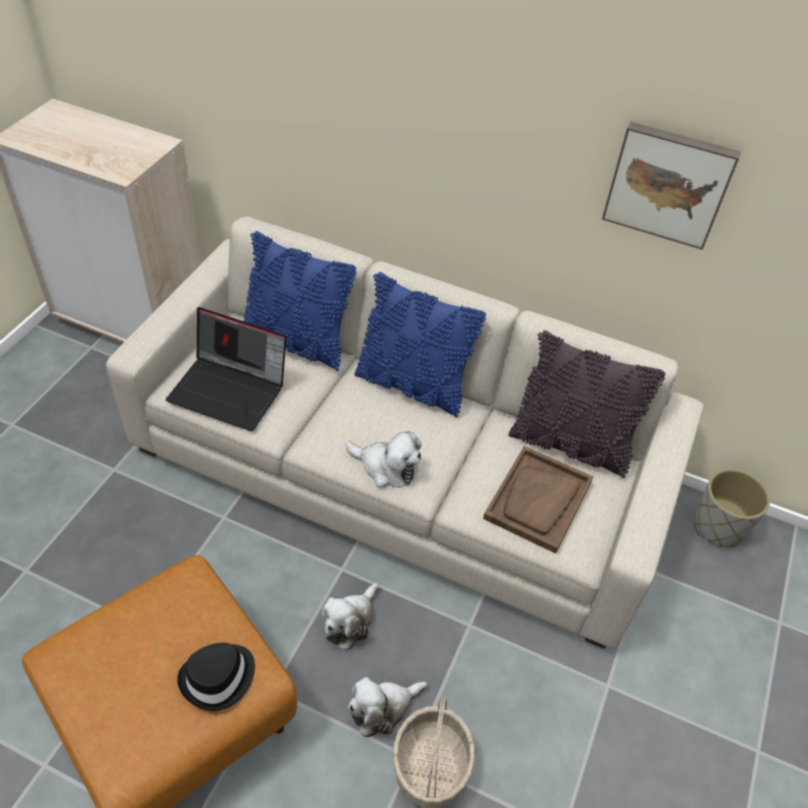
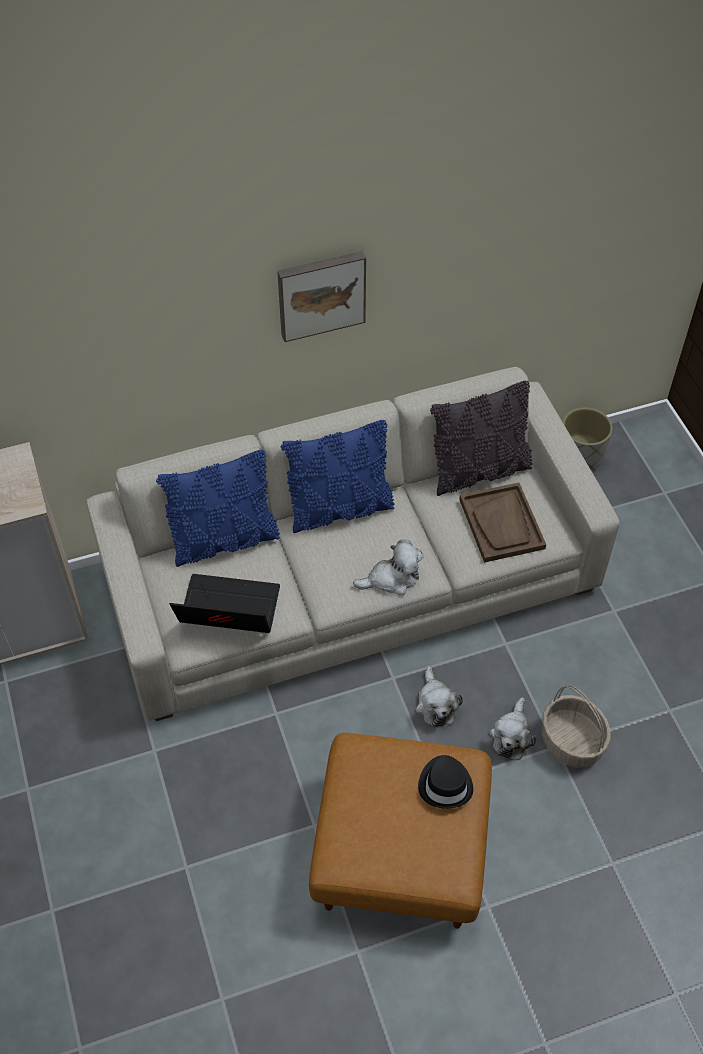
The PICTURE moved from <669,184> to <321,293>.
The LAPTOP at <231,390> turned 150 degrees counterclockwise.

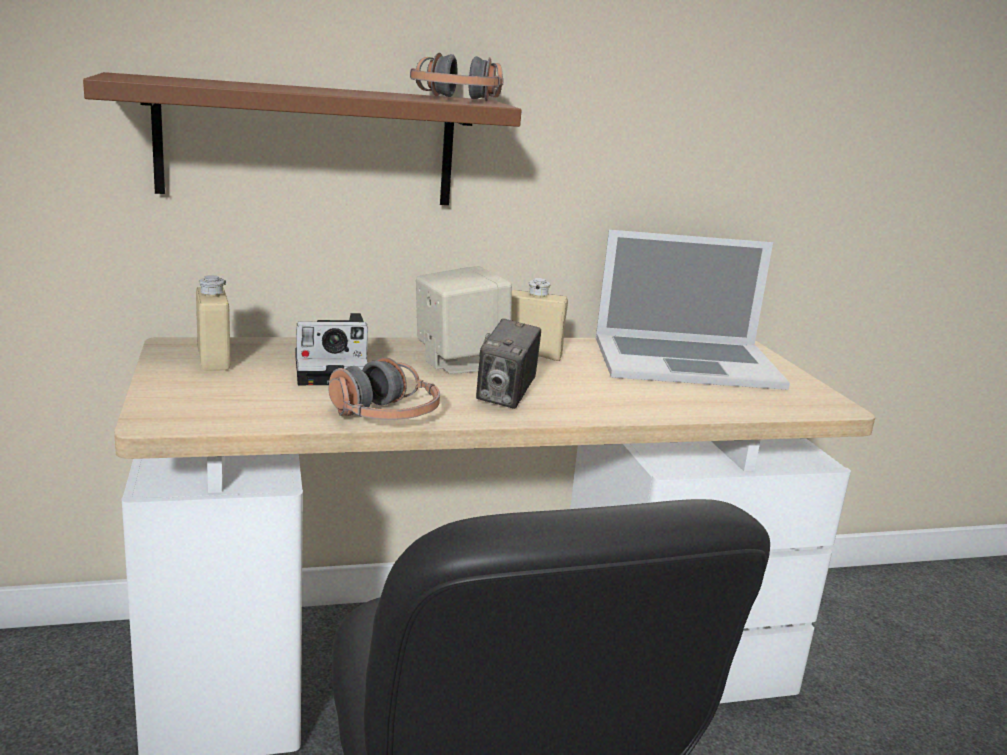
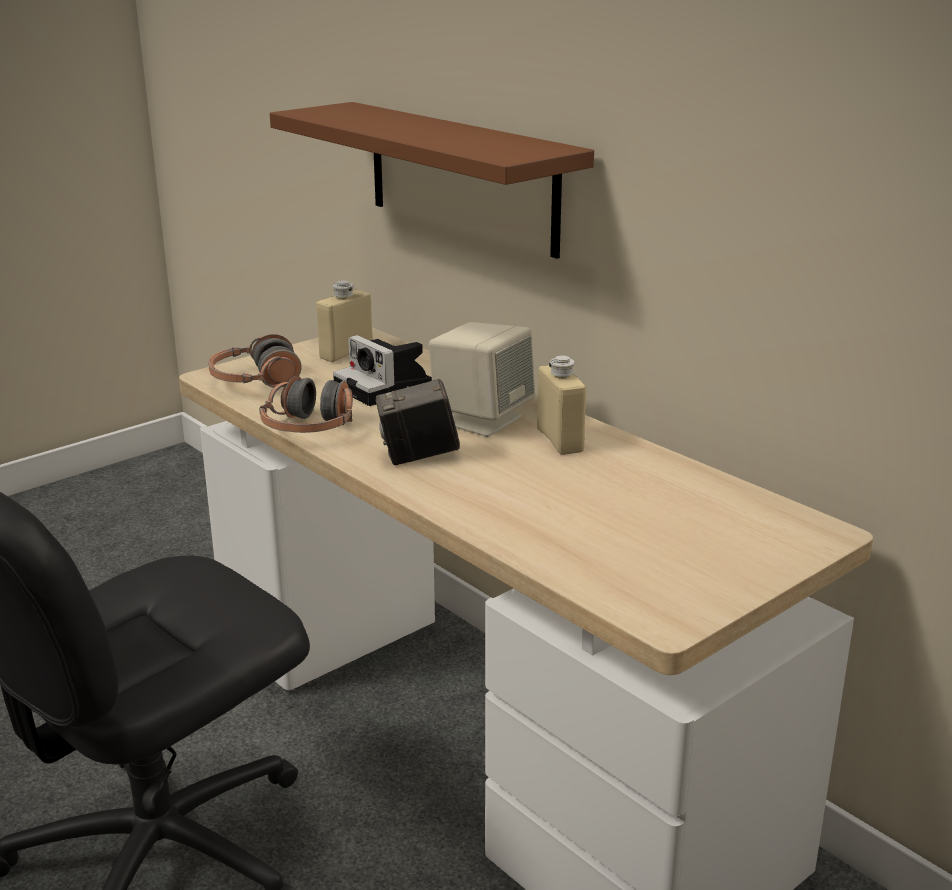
The HEADPHONES moved from <456,99> to <255,381>.
The LAPTOP at <686,362> disappeared.

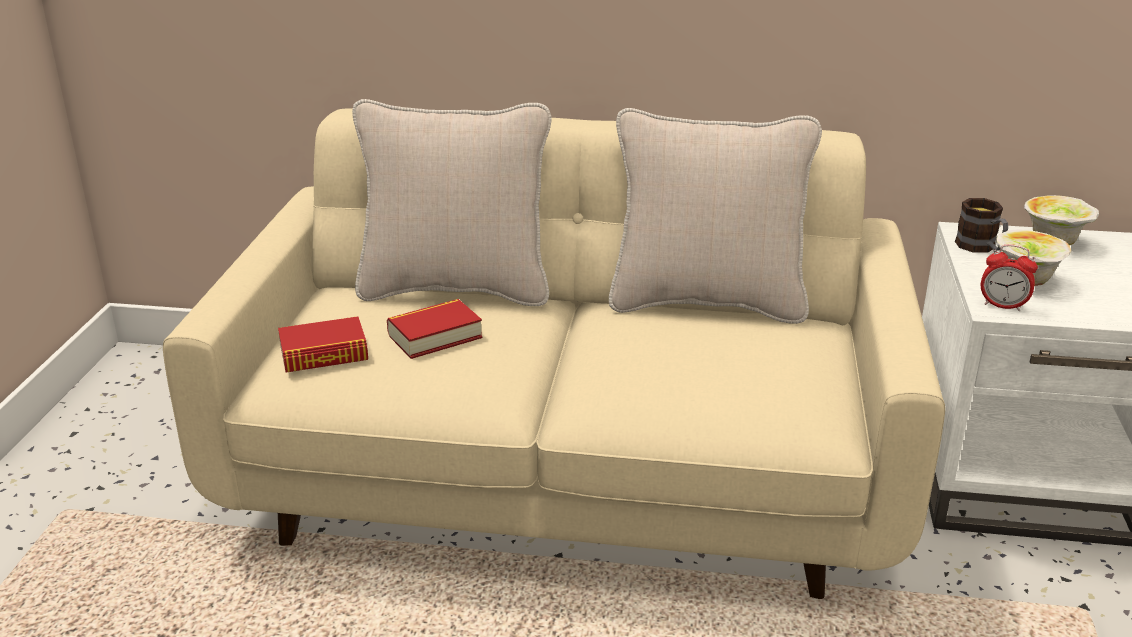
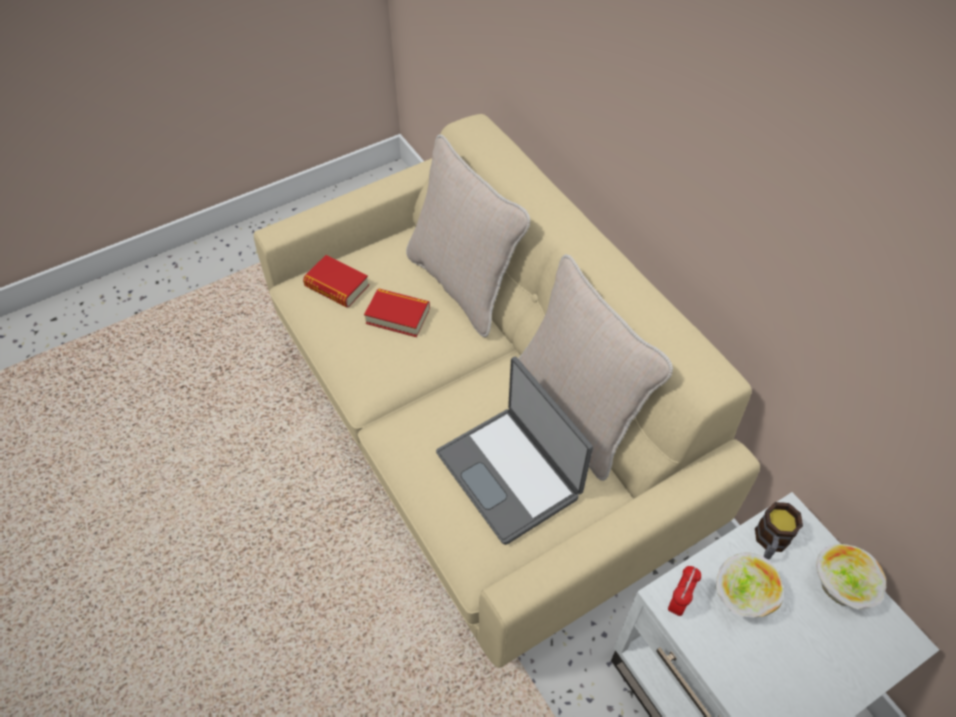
The ALARM CLOCK at <1002,306> turned 45 degrees clockwise.
The LAPTOP at <510,473> appeared.

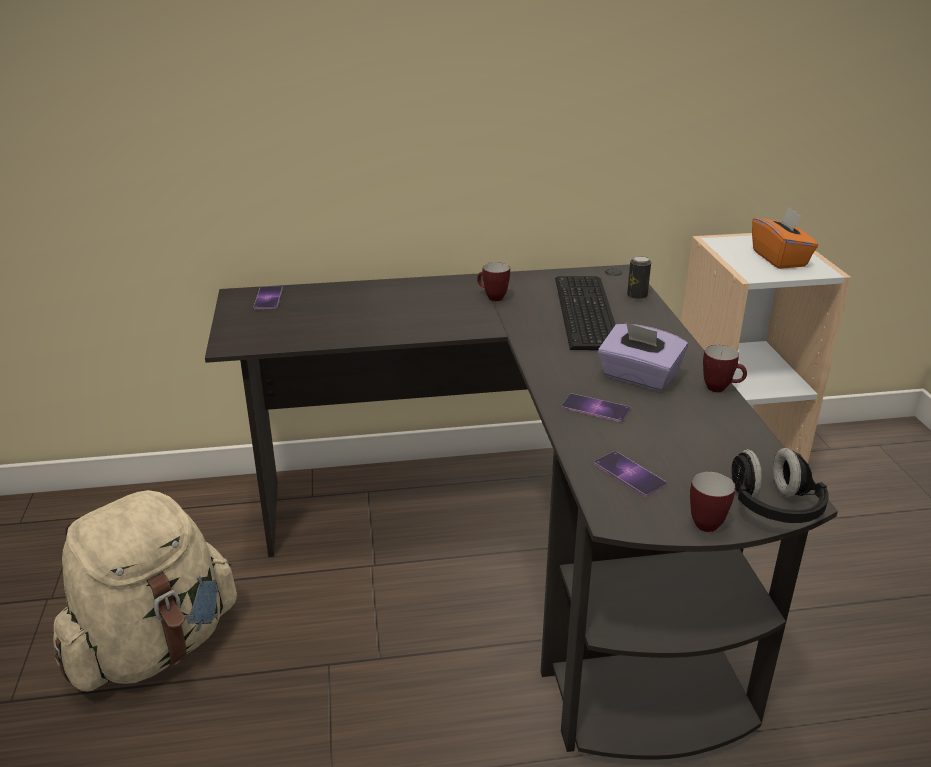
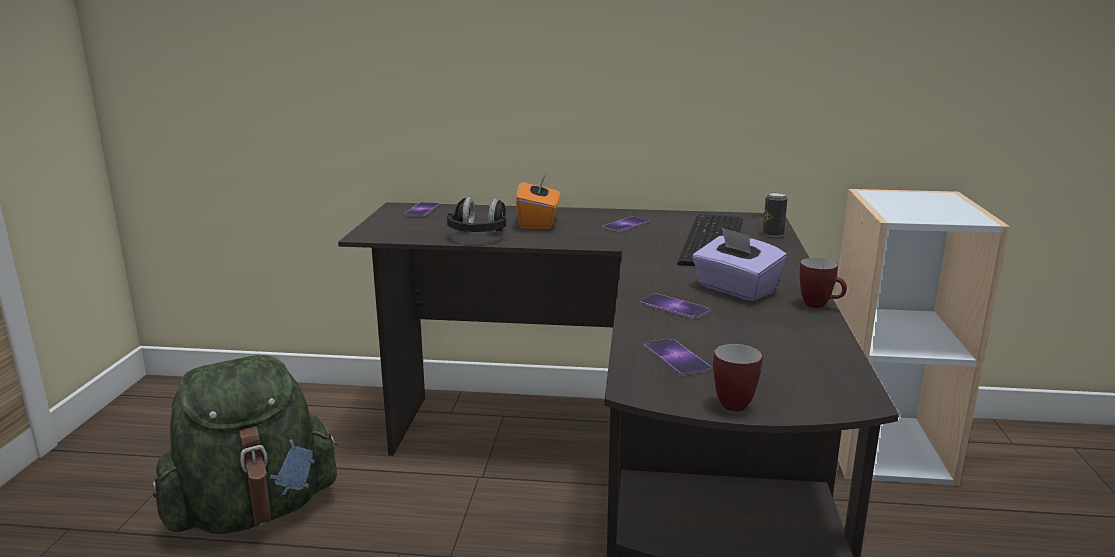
The ORANGE TISSUE BOX moved from <780,259> to <538,222>.
The MUG at <492,297> was replaced by the PHONE at <625,225>.
The BLACK HEADPHONES moved from <773,507> to <479,235>.
The BEIGE BACKPACK at <155,647> became the GREEN BACKPACK at <254,511>.

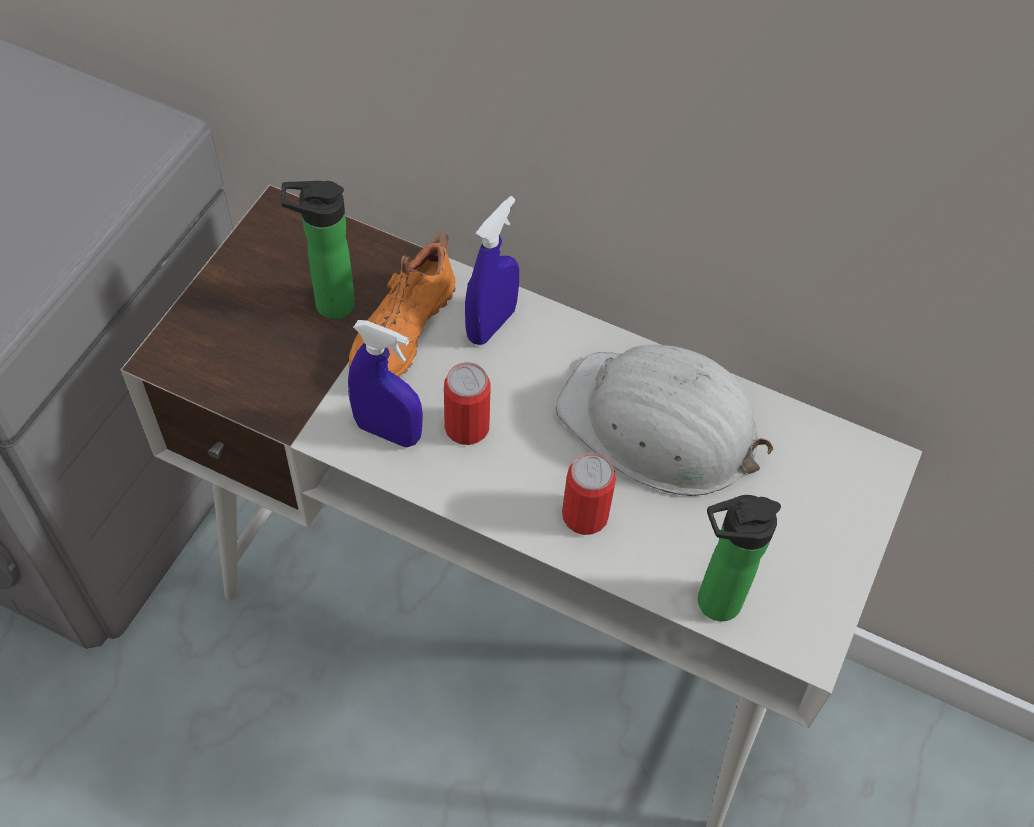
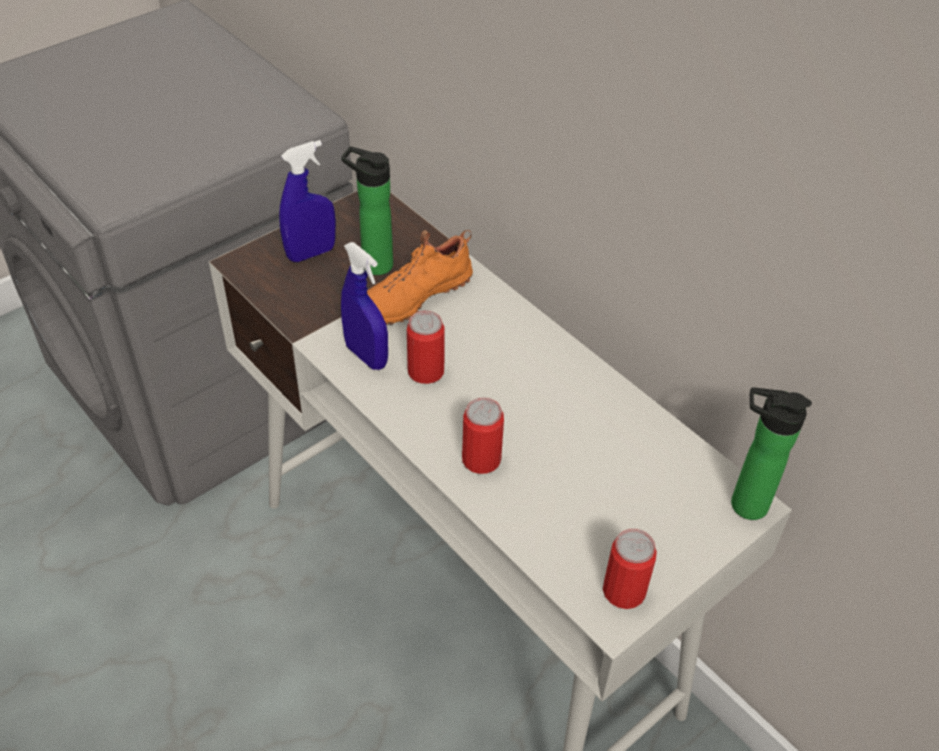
The BLUE SPRAY BOTTLE moved from <491,324> to <311,253>.
The WHITE HARD HAT at <660,426> disappeared.
The BOTTLE moved from <712,603> to <742,504>.
The CAN at <624,591> appeared.

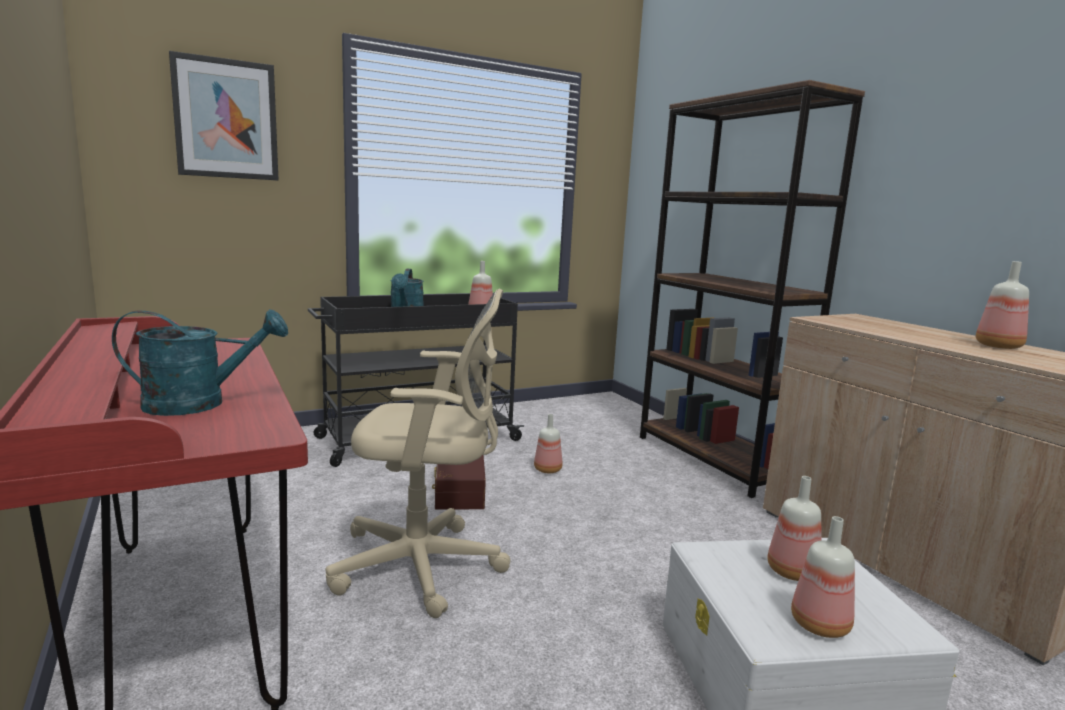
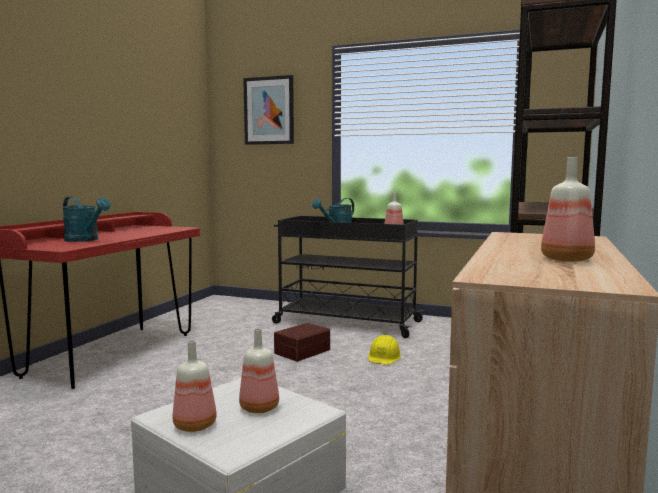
The BEIGE OFFICE CHAIR at <425,566> disappeared.
The BOTTLE at <548,469> was replaced by the YELLOW HARD HAT at <384,357>.

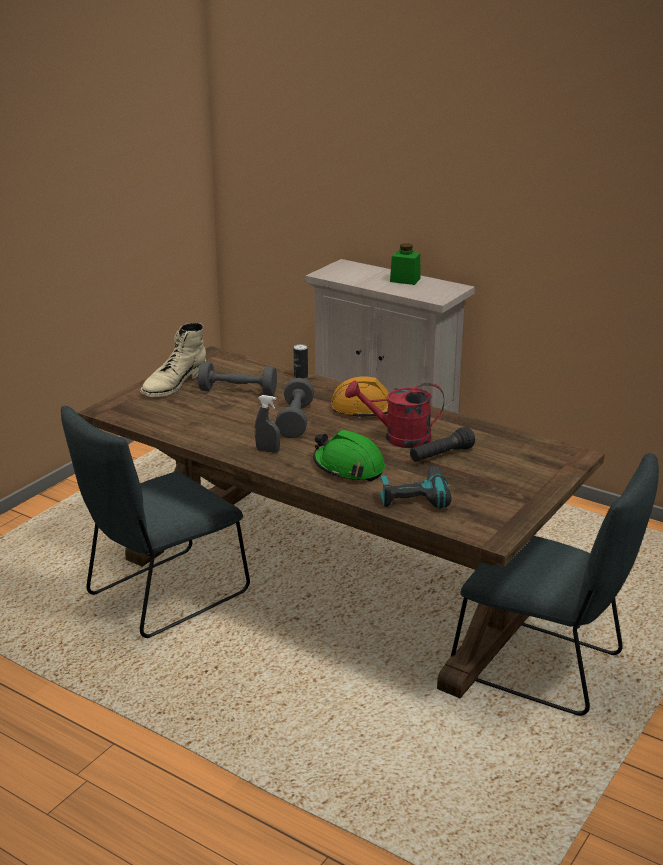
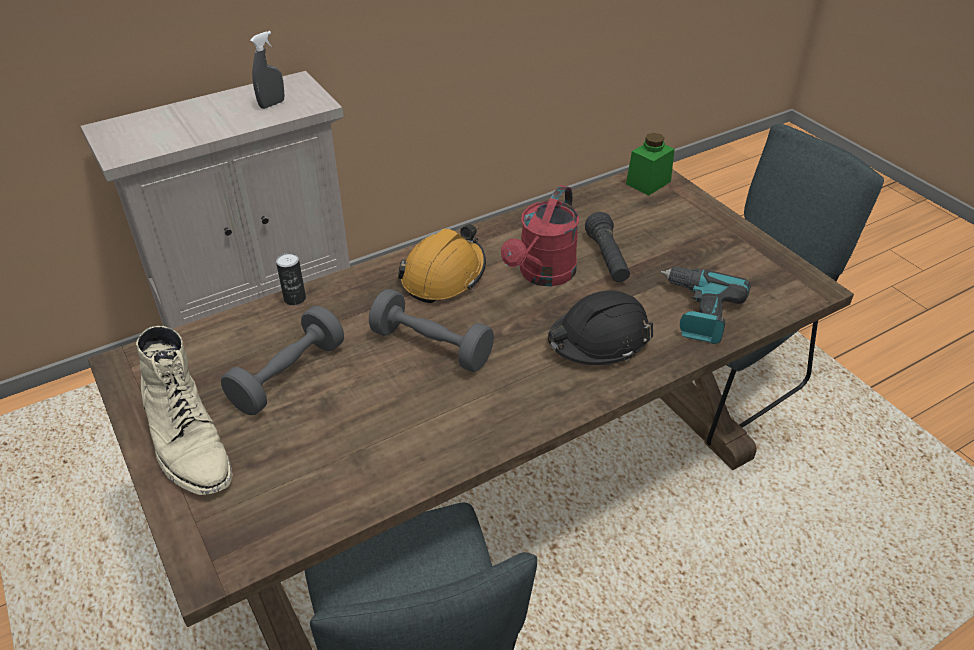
The GREEN JAR moved from <405,280> to <648,183>.
The GREY SPRAY BOTTLE moved from <267,451> to <272,104>.
The GREEN HARD HAT at <348,467> became the BLACK HARD HAT at <598,340>.

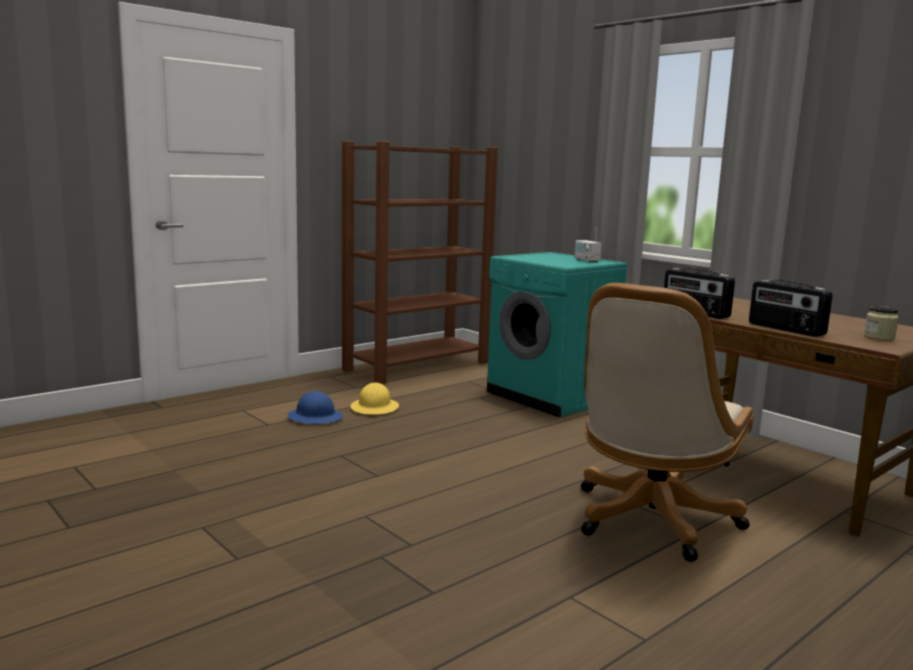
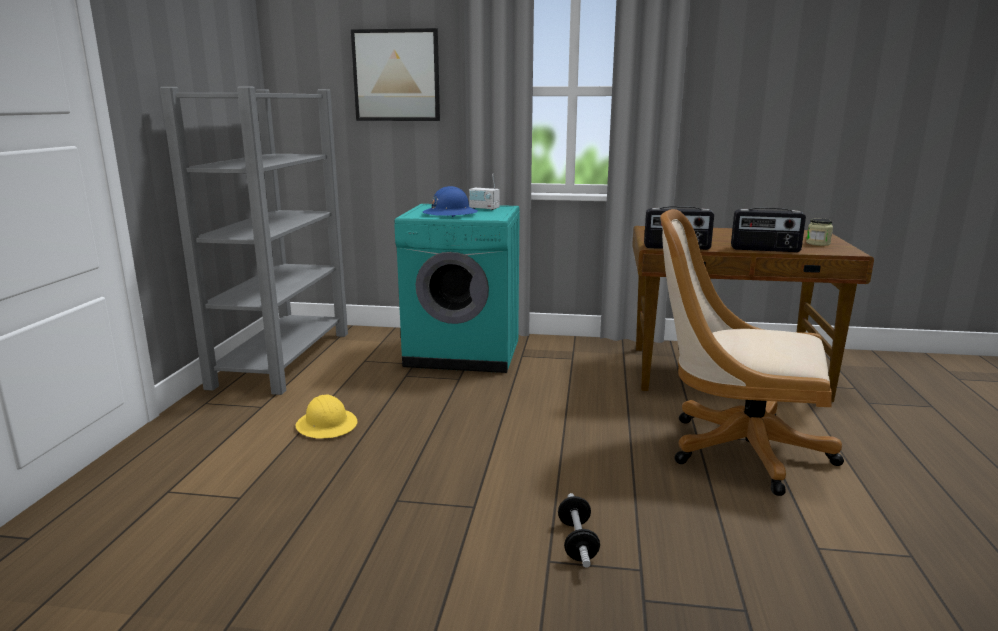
The BROWN BOOKCASE at <417,366> became the GREY BOOKCASE at <283,359>.
The OFFICE CHAIR at <650,523> turned 120 degrees clockwise.
The BLUE HARD HAT moved from <315,417> to <450,213>.
The PICTURE at <396,75> appeared.
The DUMBBELL at <577,542> appeared.

